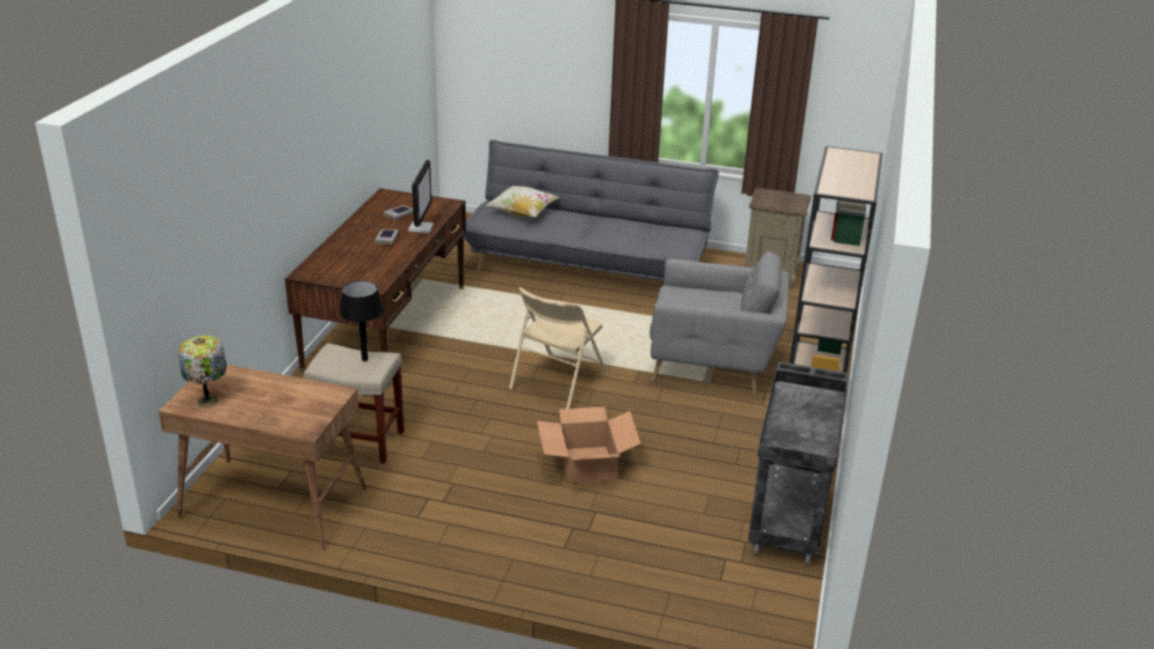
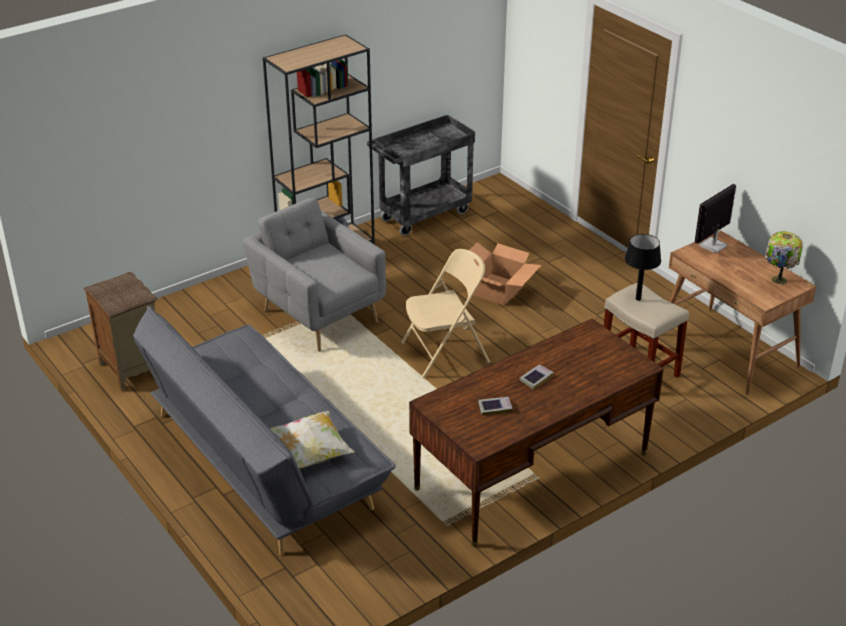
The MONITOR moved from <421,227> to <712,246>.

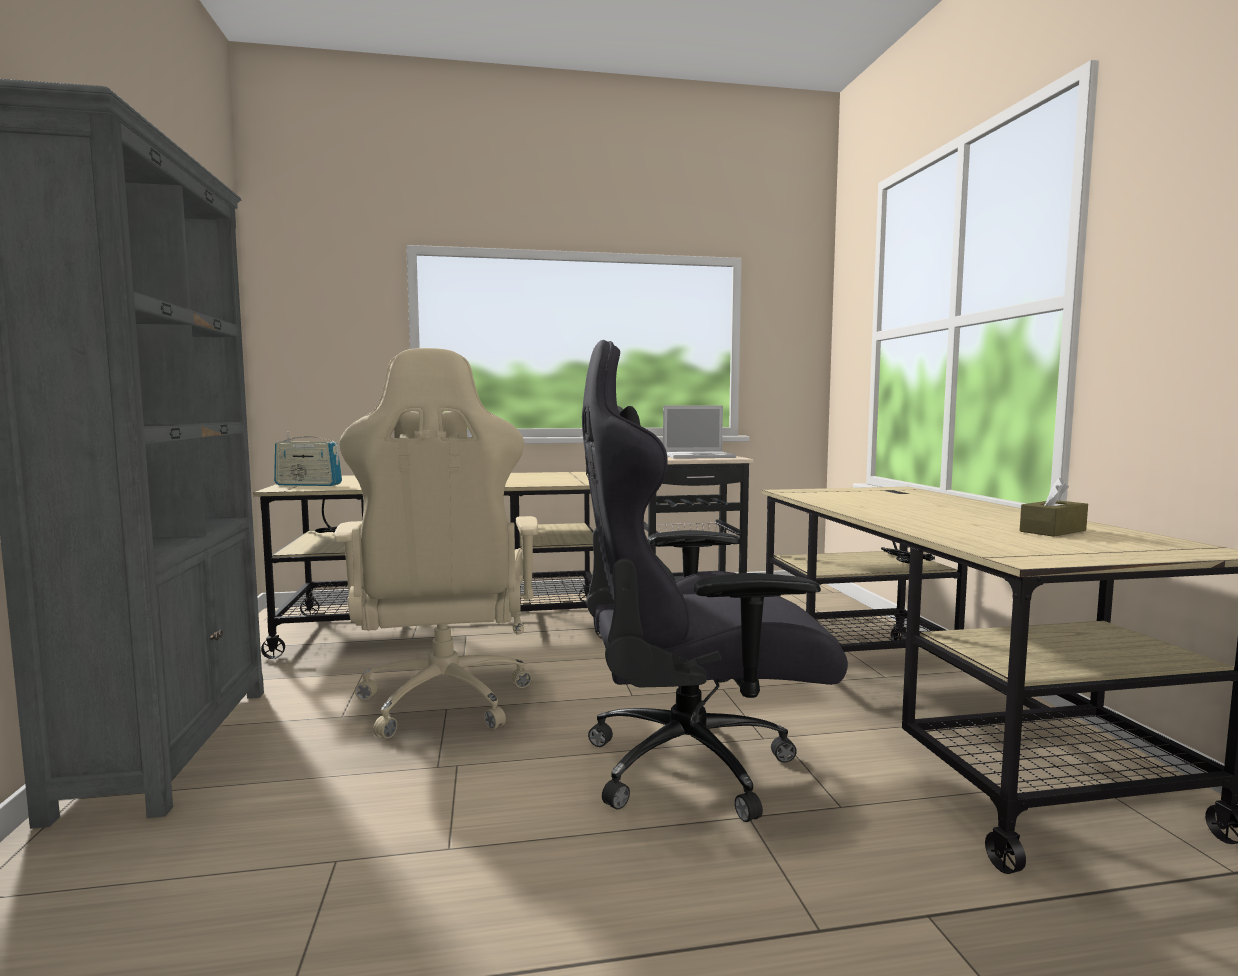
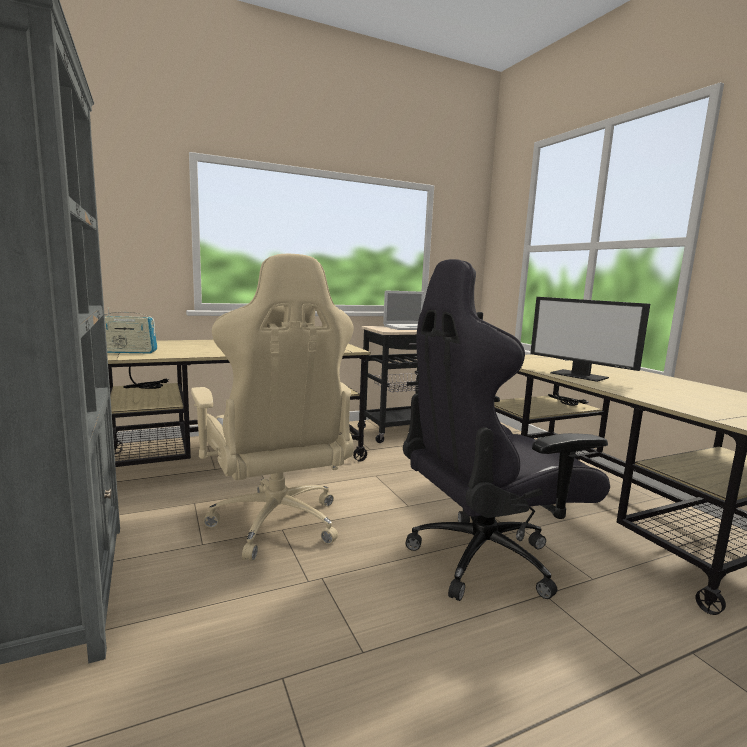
The BROWN TISSUE BOX at <1052,531> disappeared.
The MONITOR at <580,375> appeared.

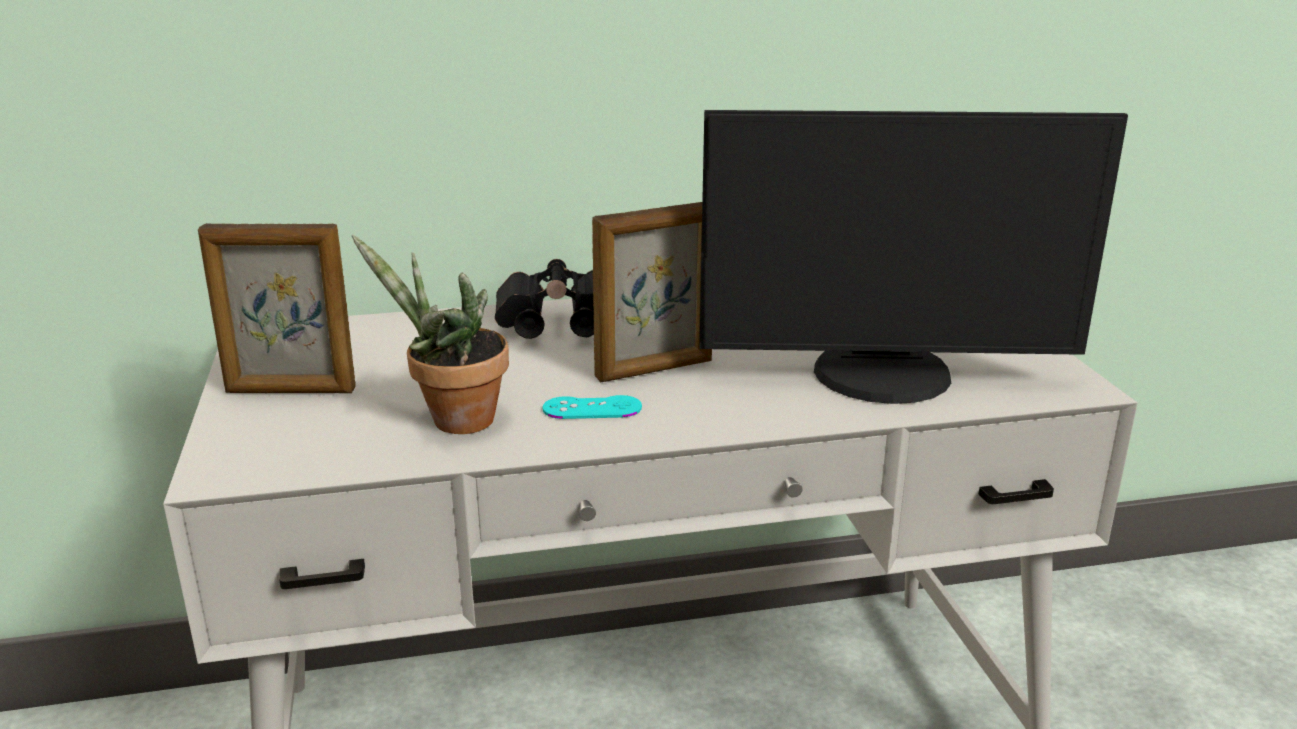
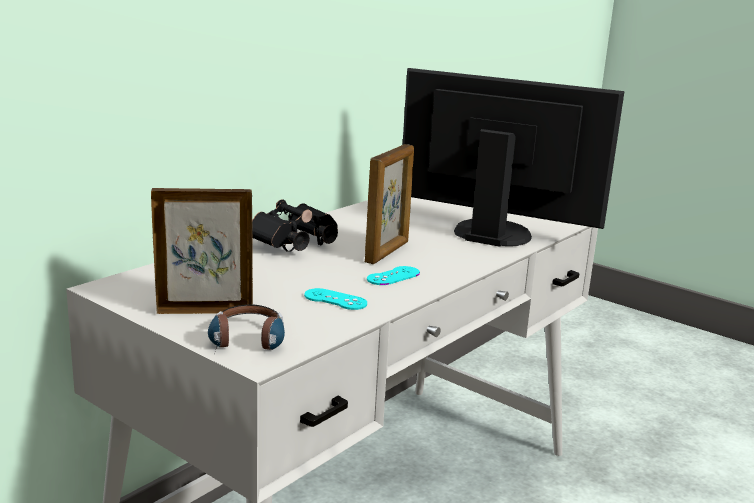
The MONITOR at <883,377> turned 120 degrees counterclockwise.
The PICTURE FRAME at <290,391> turned 150 degrees counterclockwise.
The POTTED PLANT at <453,421> was replaced by the TURQUOISE GAME CONTROLLER at <335,299>.
The HEADPHONES at <247,344> appeared.

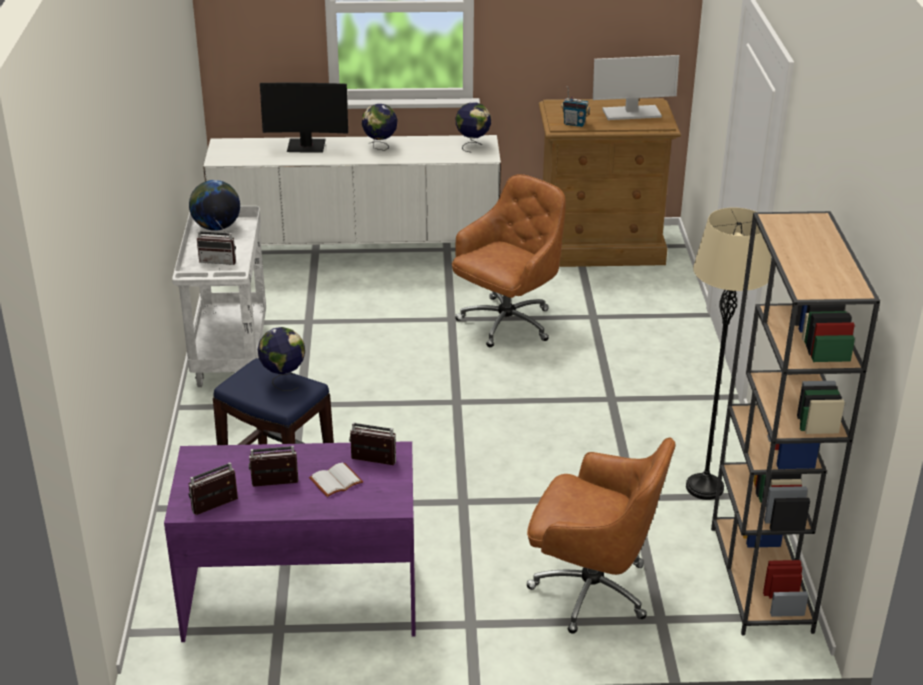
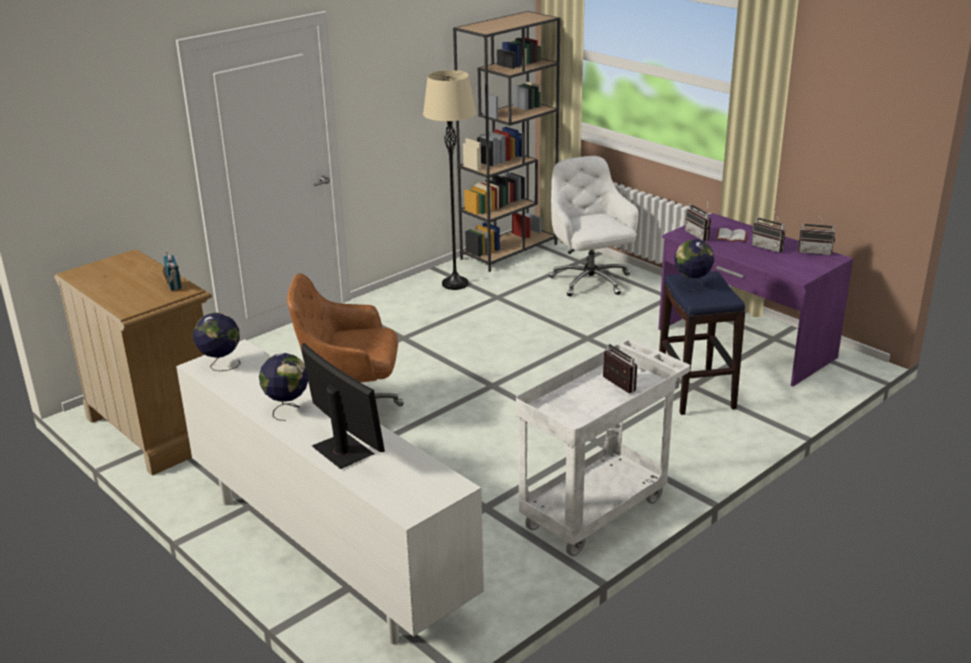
The MONITOR at <631,113> disappeared.
The GLOBE at <216,227> disappeared.
The BROWN OFFICE CHAIR at <591,591> became the WHITE OFFICE CHAIR at <591,281>.

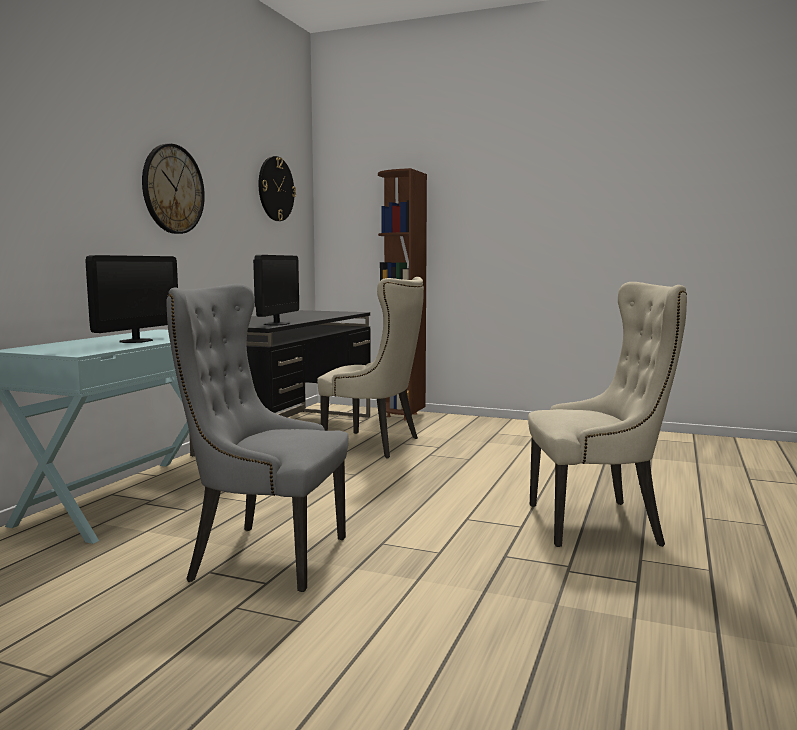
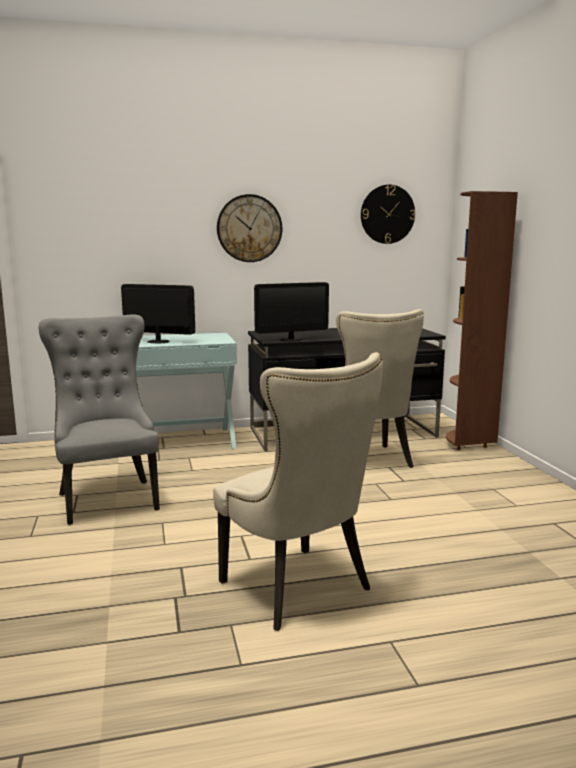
The MONITOR at <136,341> turned 150 degrees counterclockwise.

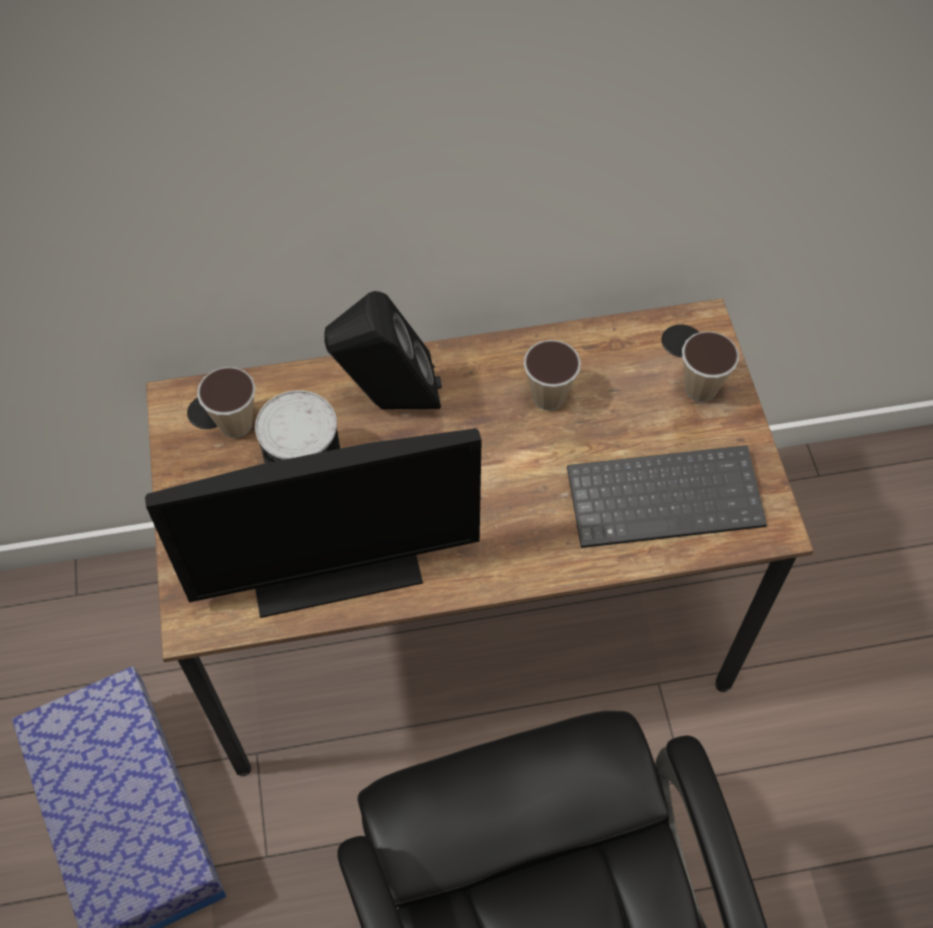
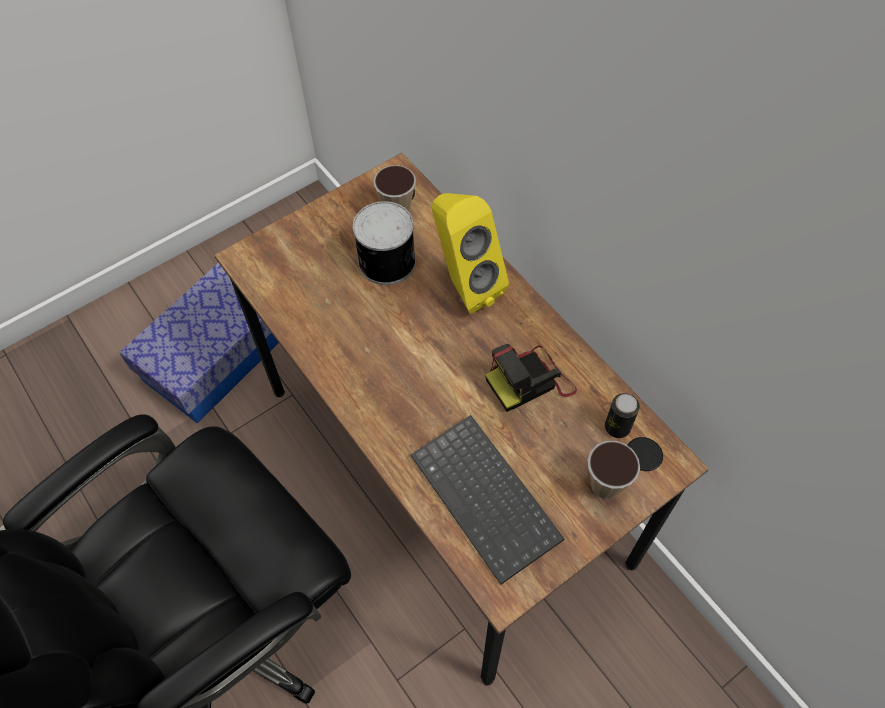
The BLACK SPEAKER at <388,402> became the YELLOW SPEAKER at <464,285>.
The CUP at <548,397> was replaced by the PHOTO CAMERA at <530,381>.
The MONITOR at <335,567> disappeared.
The CAN at <617,427> appeared.

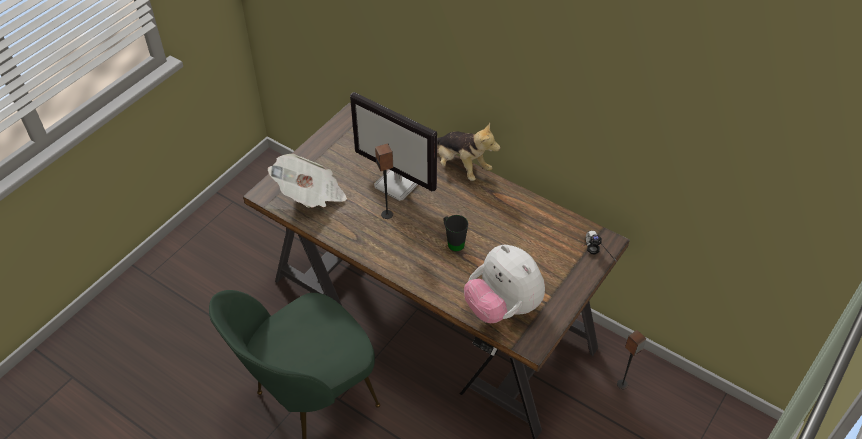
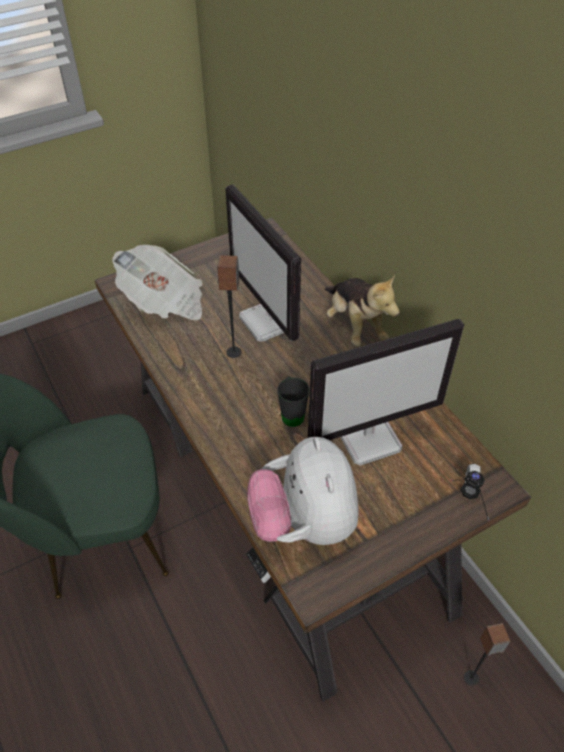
The MONITOR at <369,438> appeared.

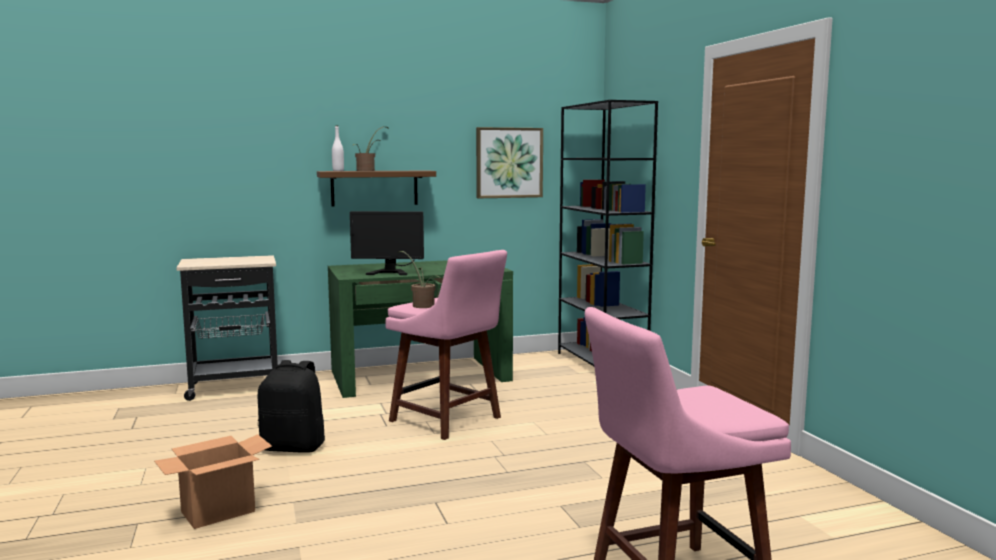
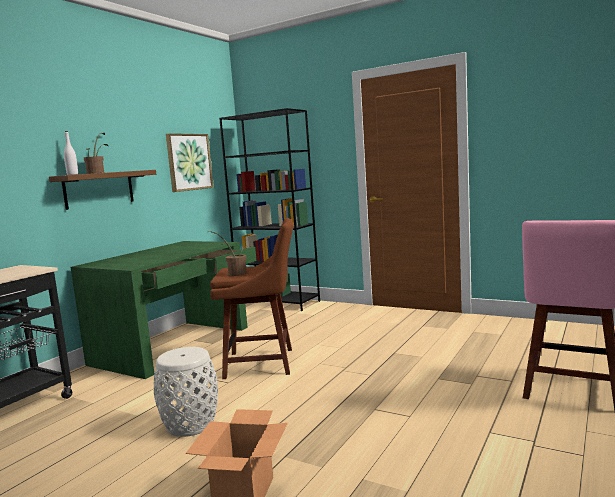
The MONITOR at <391,271> disappeared.
The PINK STOOL at <448,420> became the BROWN STOOL at <263,363>.
The BLACK BACKPACK at <294,447> was replaced by the WHITE STOOL at <190,424>.

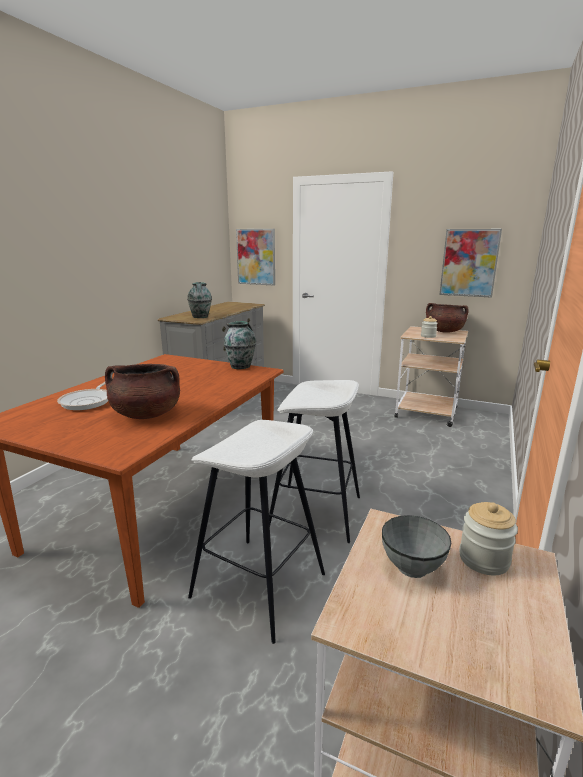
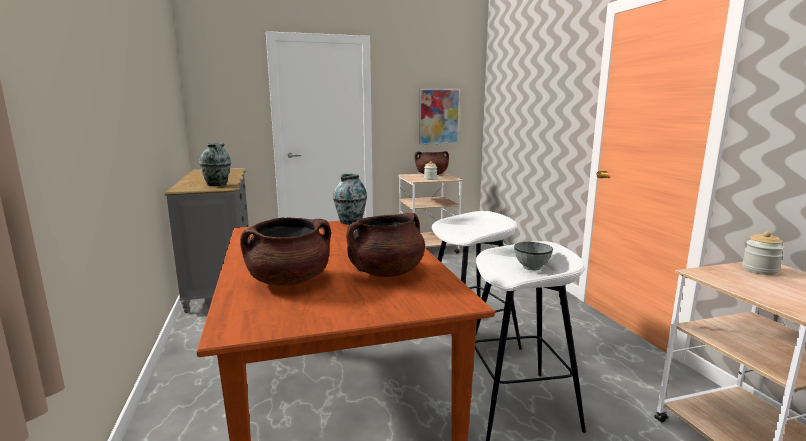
The PICTURE at <256,257> disappeared.
The FRYING PAN at <88,401> was replaced by the BROWN COOKING POT at <289,280>.
The GREY BOWL moved from <413,567> to <532,267>.

